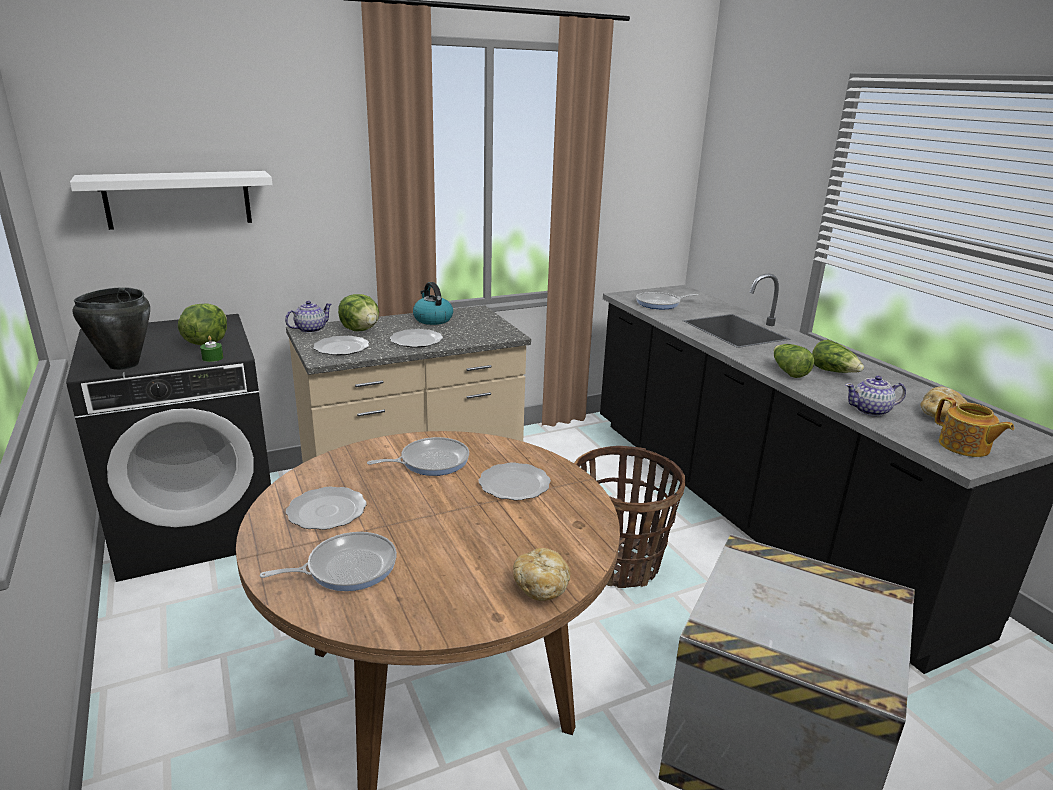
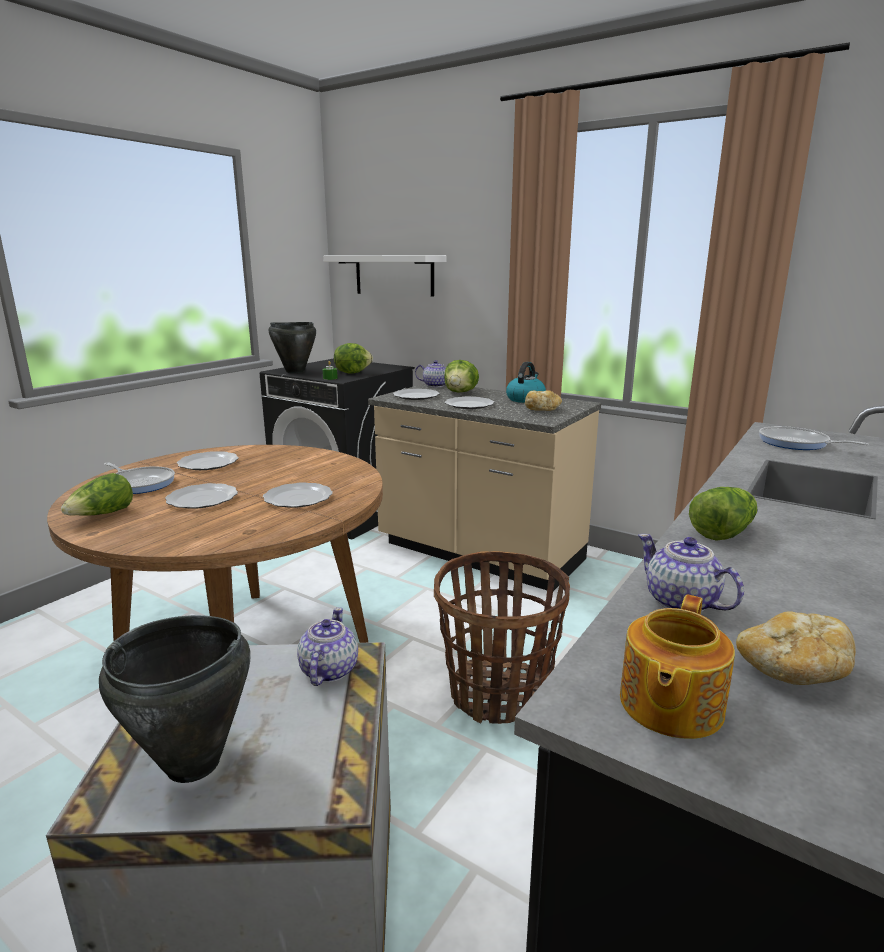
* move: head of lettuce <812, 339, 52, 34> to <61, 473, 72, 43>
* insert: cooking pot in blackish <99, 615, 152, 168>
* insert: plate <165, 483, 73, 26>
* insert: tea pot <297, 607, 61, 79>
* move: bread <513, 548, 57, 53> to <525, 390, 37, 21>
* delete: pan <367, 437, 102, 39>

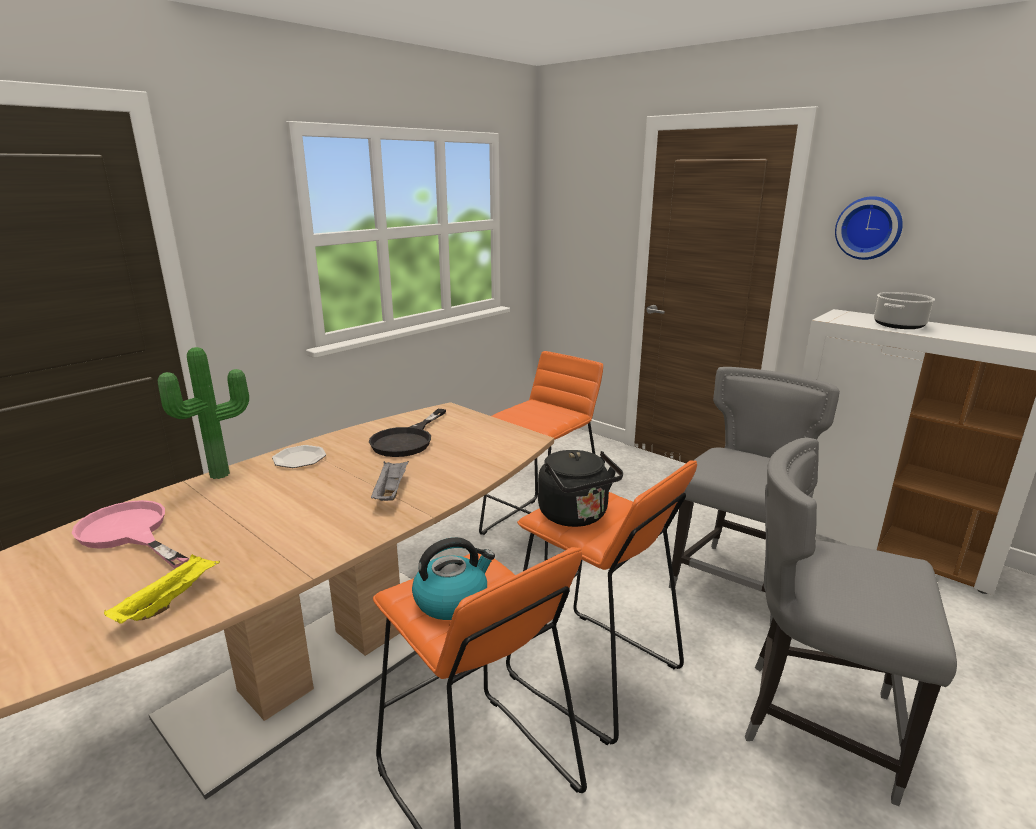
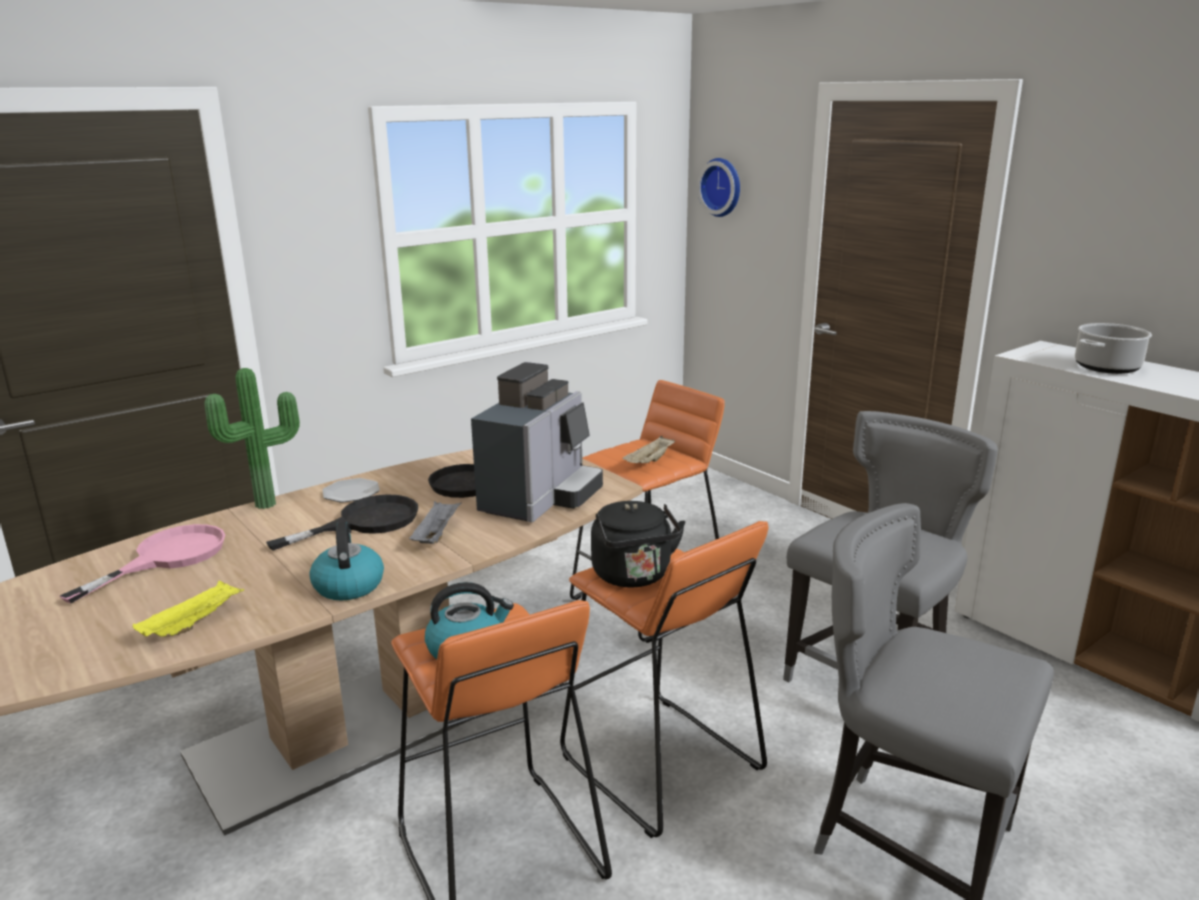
* rotate: pan in pinkish <72, 500, 117, 69> = <60, 524, 165, 79> 75 degrees clockwise
* insert: pan in blackish <266, 494, 152, 57>
* insert: kettle <309, 522, 75, 78>
* insert: coffee maker <471, 362, 132, 160>
* insert: tray in sand-coloured <622, 436, 53, 27>
* move: wall clock <835, 196, 68, 64> to <697, 158, 43, 59>

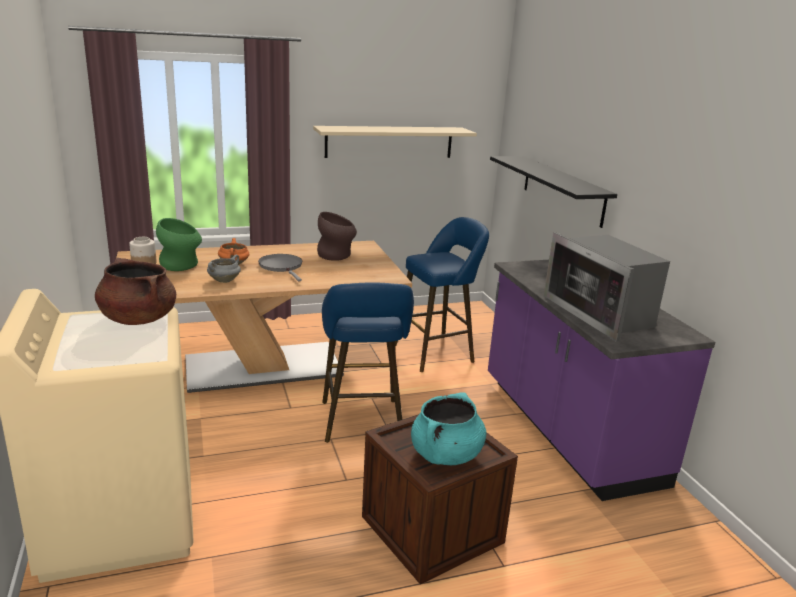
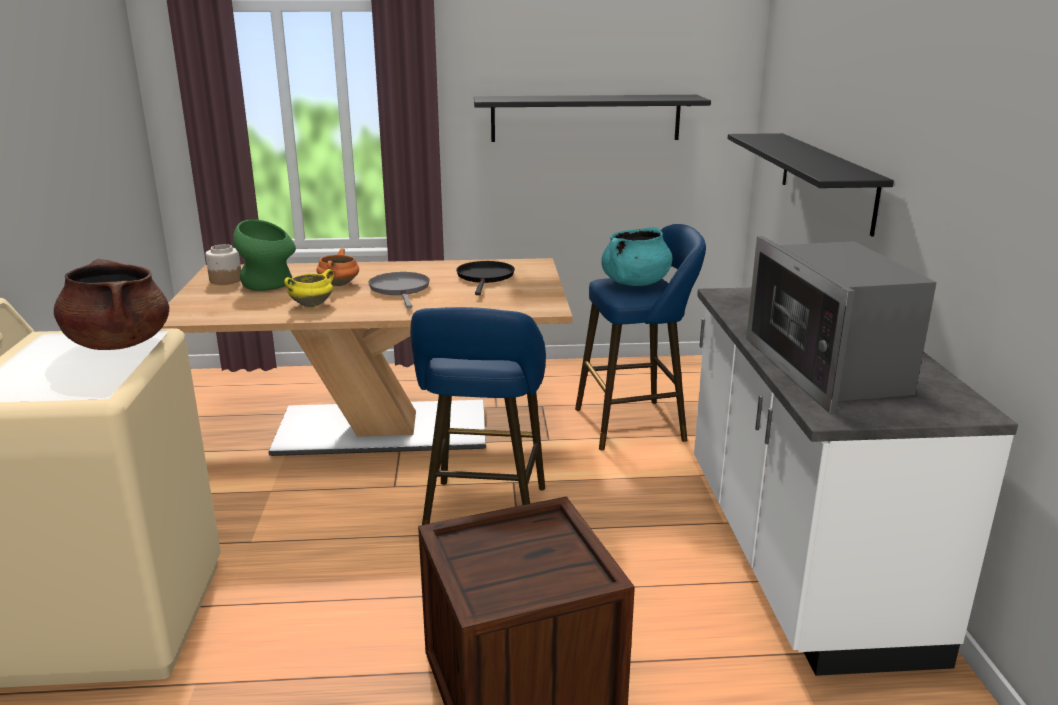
* recolor: cooking pot in gray <207, 255, 34, 28> to cooking pot in yellow <284, 269, 50, 38>
* replace: decorative vase in brown-coloured <317, 212, 40, 49> to pan in blackish <456, 261, 59, 34>
* recolor: shelf in sand-coloured <313, 126, 164, 32> to shelf in blackish <474, 95, 237, 47>
* move: cooking pot in blue-green <411, 392, 75, 73> to <601, 227, 72, 59>
* recolor: kitchen base unit in purplish <488, 260, 227, 241> to kitchen base unit in whitish <694, 288, 324, 388>

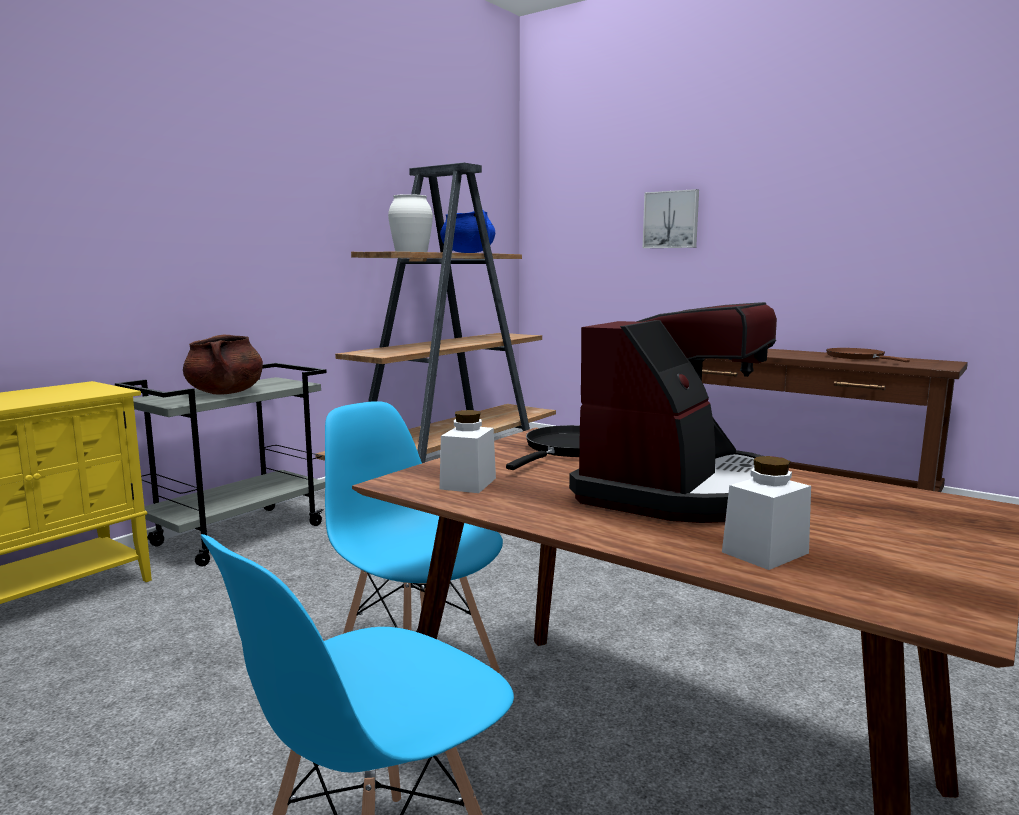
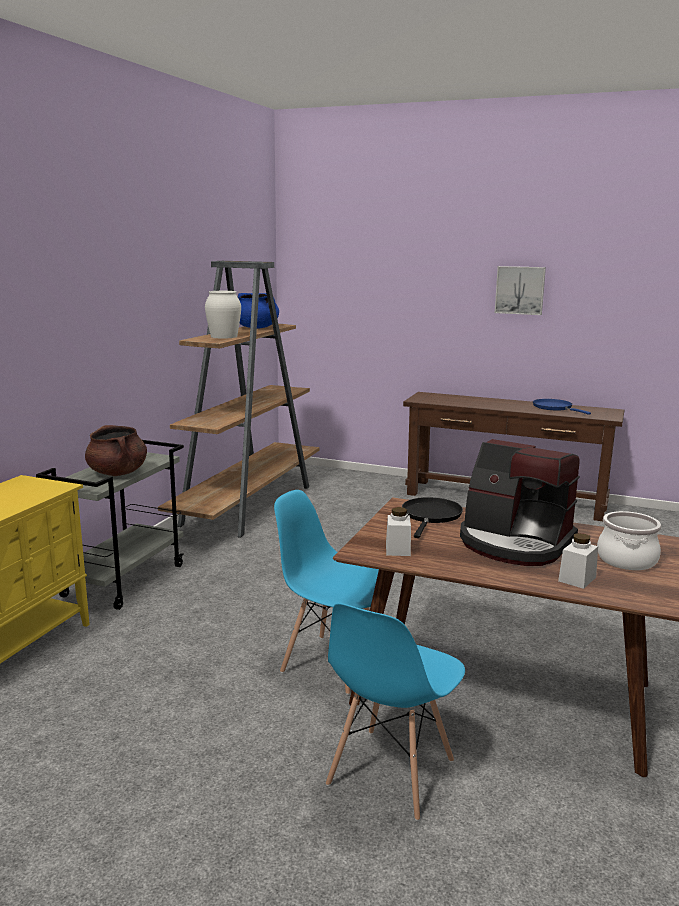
* rotate: coffee maker <569, 302, 220, 221> = <460, 439, 120, 127> 105 degrees clockwise
* move: wall picture <643, 189, 56, 59> to <495, 266, 51, 49>
* recolor: pan in brown-coloured <826, 348, 84, 14> to pan in blue-coloured <533, 399, 58, 16>
* insert: cooking pot <597, 511, 64, 59>

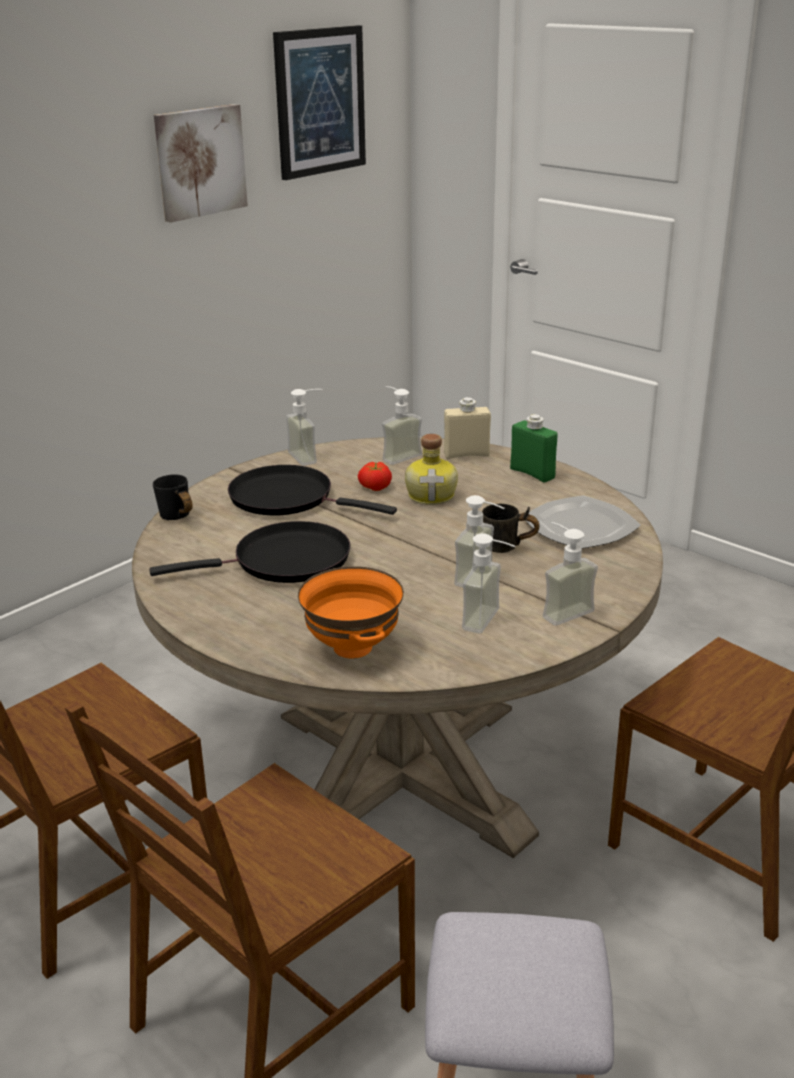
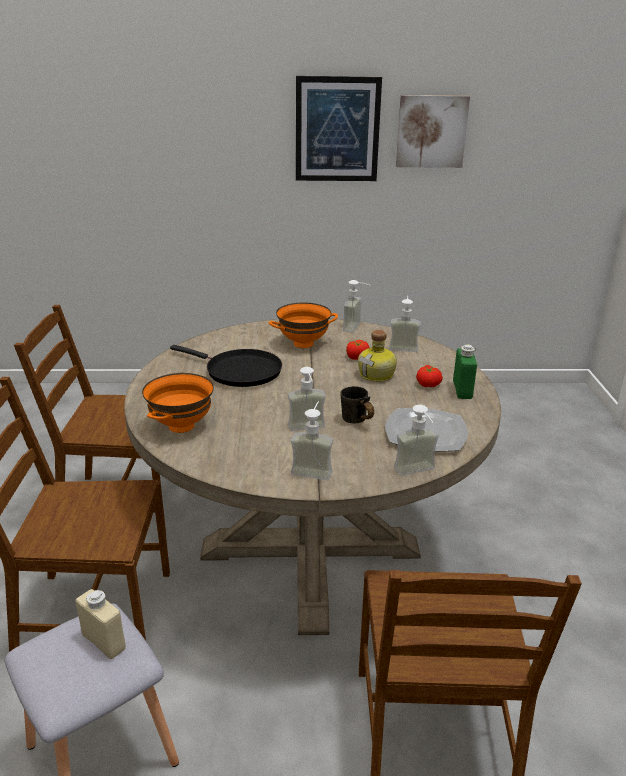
* move: beverage bottle in sand-coloured <444, 397, 47, 62> to <76, 589, 50, 70>
* replace: pan in blackish <228, 465, 169, 51> to bowl in orange-coloured <269, 302, 69, 46>
* move: wall picture <273, 25, 93, 155> to <296, 76, 86, 105>
* move: soap bottle <462, 533, 54, 100> to <394, 405, 45, 71>
* insert: tomato <416, 365, 27, 22>
* delete: mug in blackish <153, 474, 39, 46>

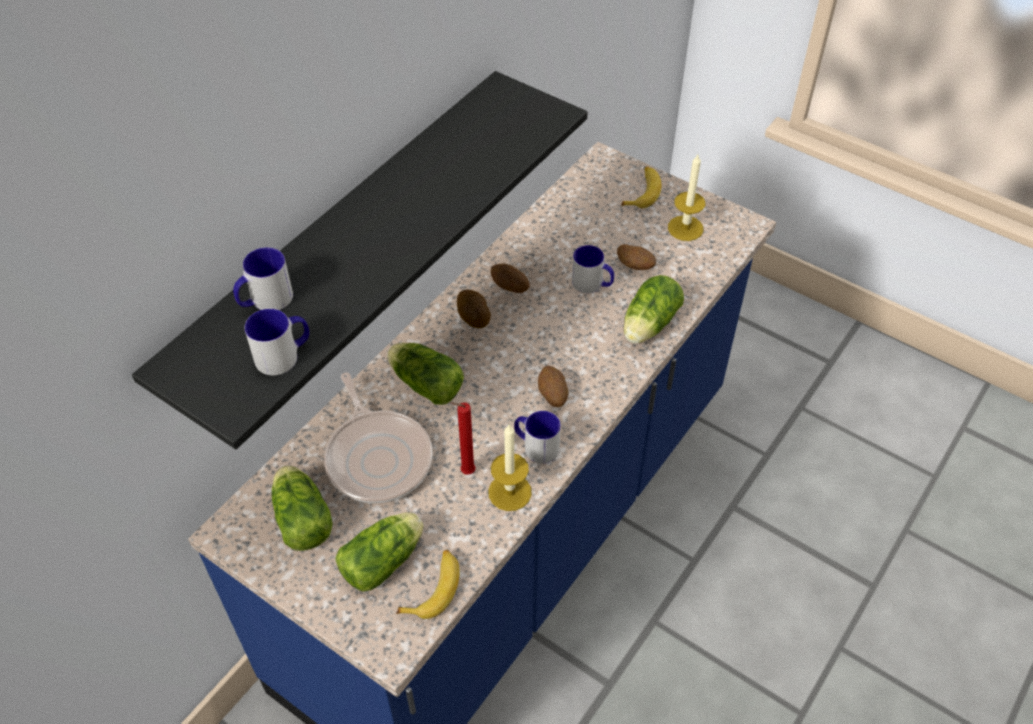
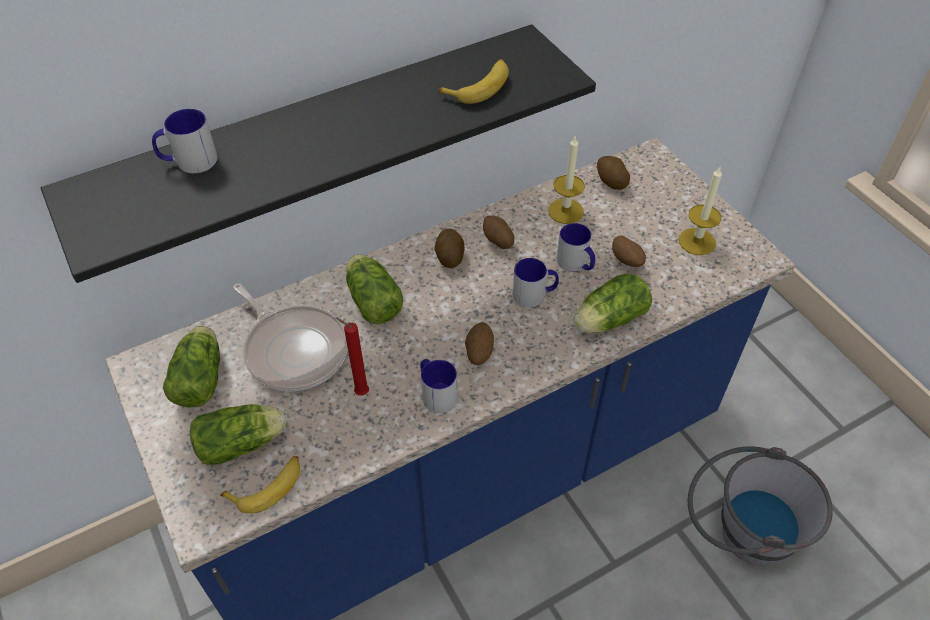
* rotate: pan <324, 372, 109, 131> = <233, 283, 115, 109> 45 degrees counterclockwise
* move: banana fruit <621, 166, 40, 42> to <438, 59, 71, 45>
* move: mug <245, 309, 64, 66> to <513, 258, 46, 50>
* move: candle <488, 425, 44, 86> to <548, 137, 37, 87>
* insert: whole potato <597, 156, 33, 34>
* insert: pail in gray <688, 446, 145, 119>

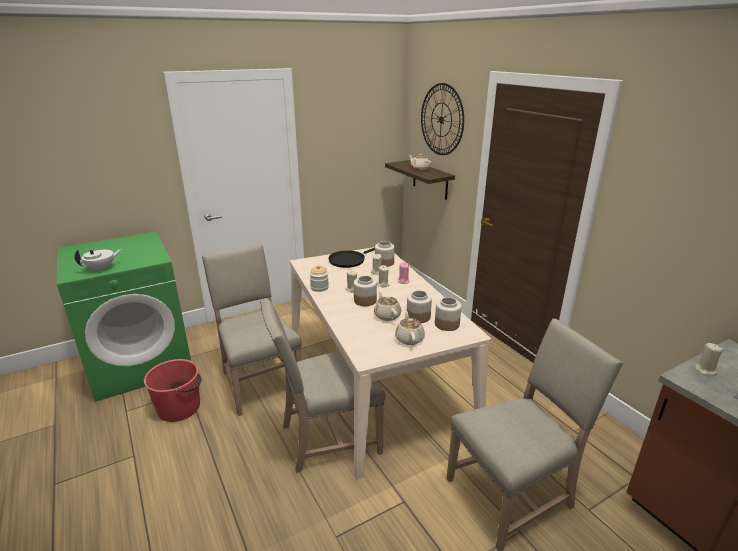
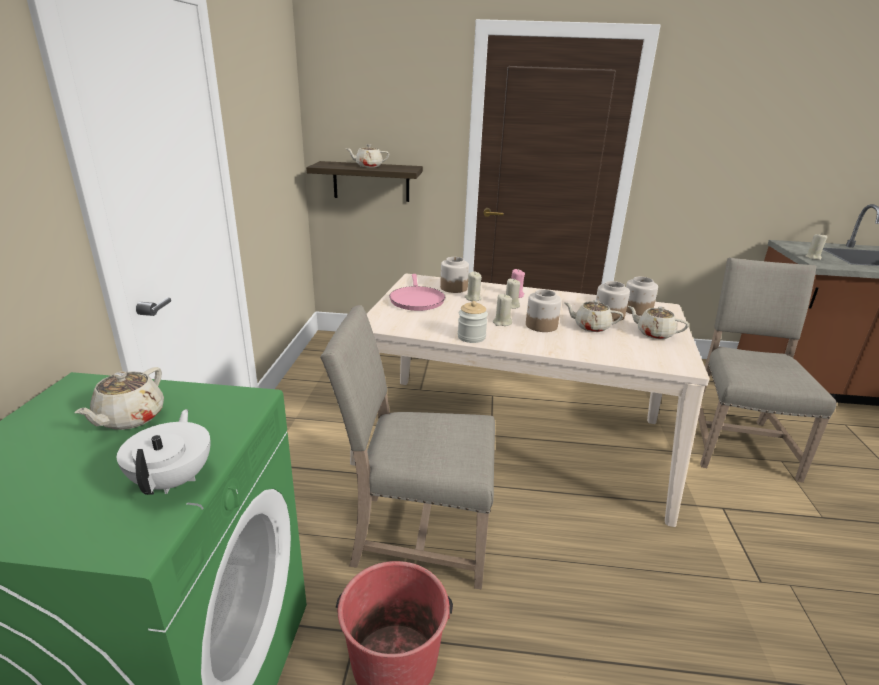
* insert: tea pot in sand-coloured <74, 367, 90, 63>
* recolor: pan in blackish <328, 248, 47, 20> to pan in pinkish <389, 274, 56, 37>
* delete: upright chair in sand-coloured <260, 298, 125, 175>
* delete: wall clock <421, 83, 43, 72>

